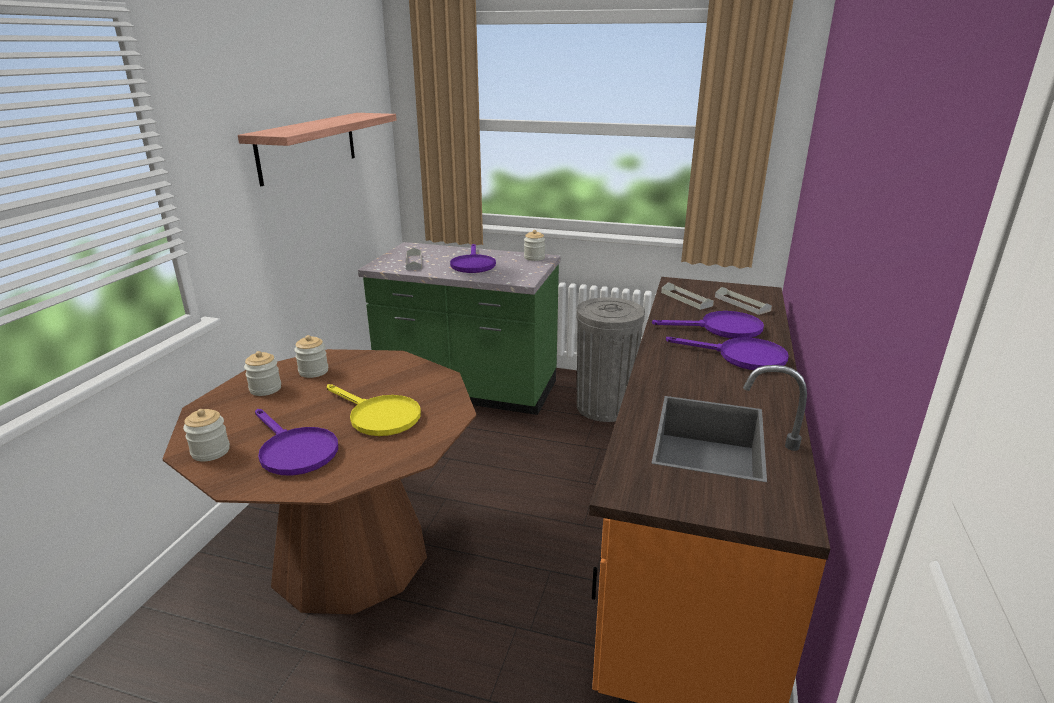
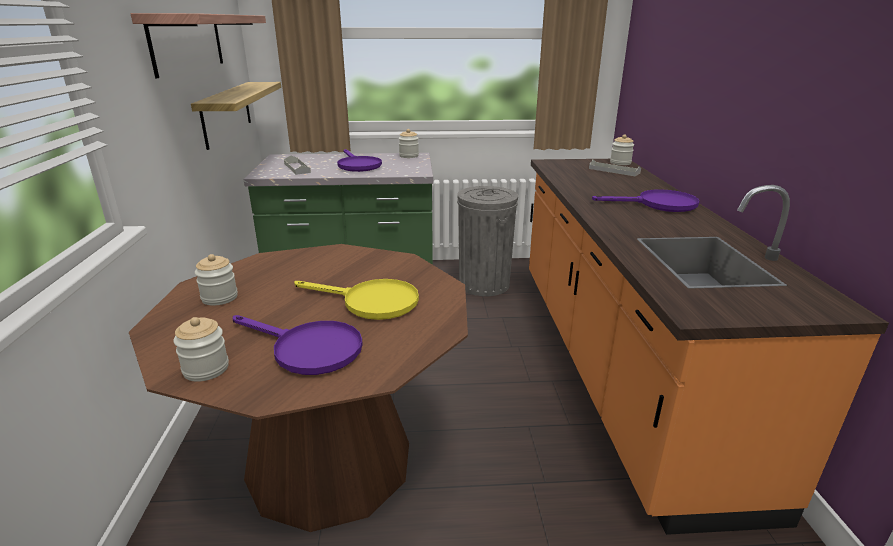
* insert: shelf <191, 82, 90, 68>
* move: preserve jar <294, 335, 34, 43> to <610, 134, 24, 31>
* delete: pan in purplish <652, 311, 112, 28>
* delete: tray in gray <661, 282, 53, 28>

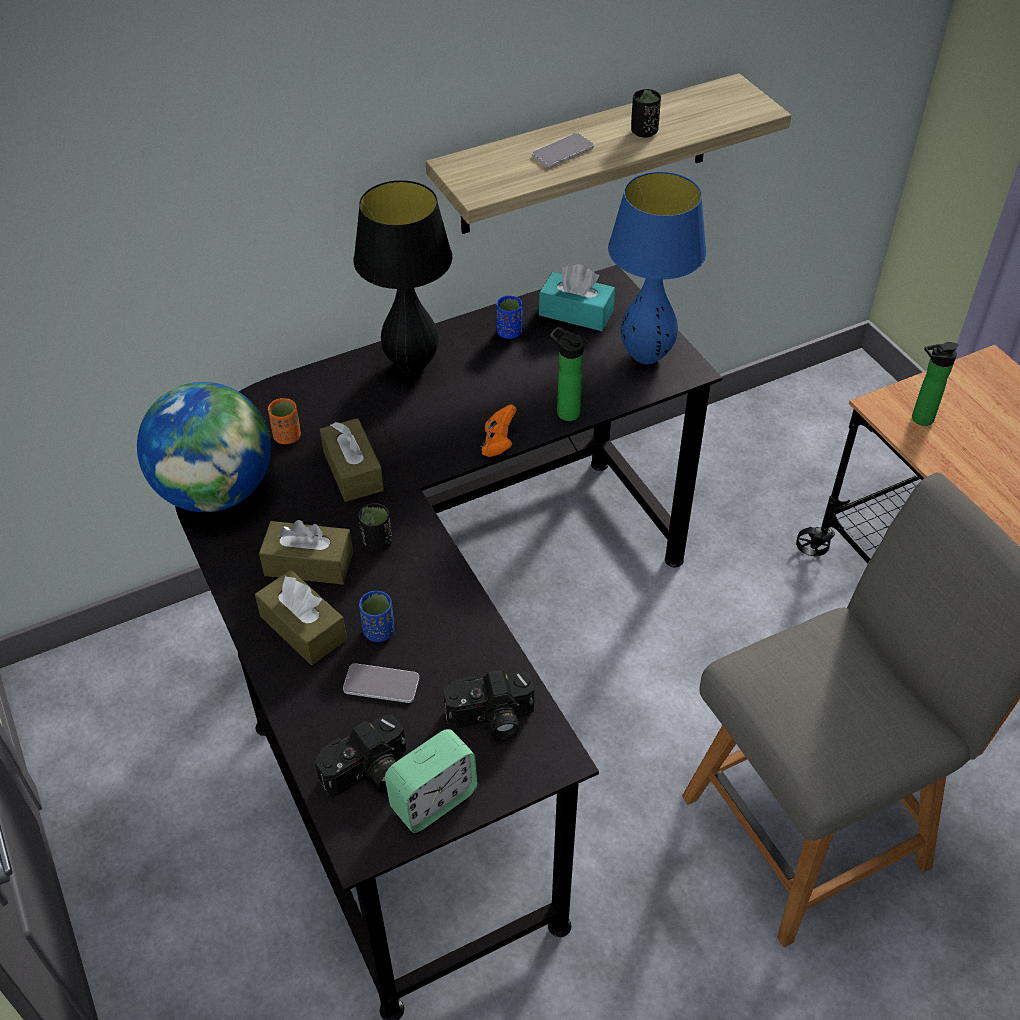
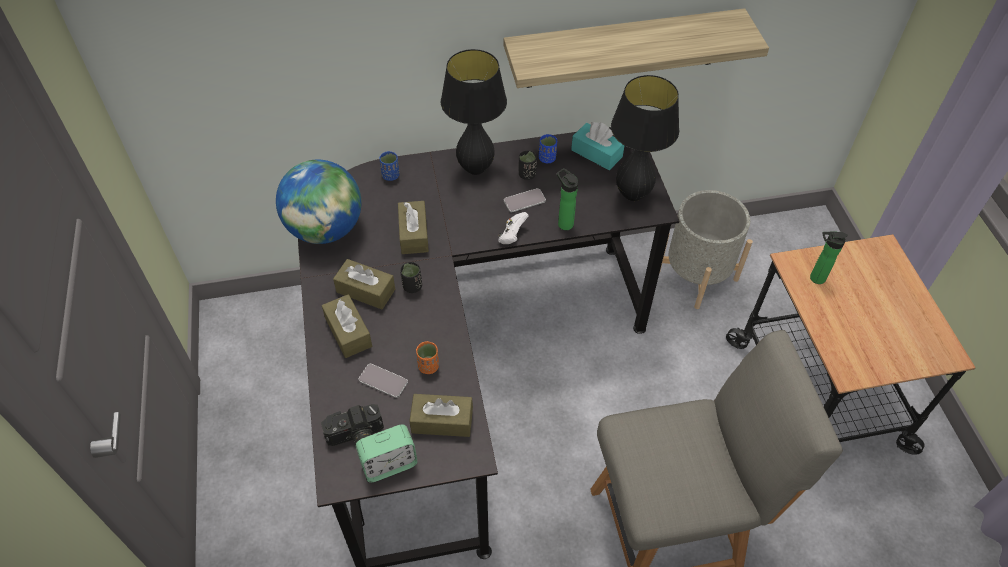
* move: drinking cup in blue-coloured <359, 591, 35, 51> to <379, 151, 20, 30>
* replace: photo camera <443, 670, 91, 69> to tissue box in brown-coloured <409, 394, 64, 43>
* move: drinking cup in orange-coloured <268, 398, 33, 46> to <416, 341, 23, 33>
* recolor: joypad in orange-coloured <480, 405, 37, 52> to joypad in whitish <498, 212, 31, 32>
* move: phone <532, 133, 62, 34> to <504, 188, 42, 24>
* move: drinking cup in blackish <631, 89, 30, 49> to <519, 151, 18, 29>
* recolor: lamp for a table in blue-coloured <608, 172, 99, 192> to lamp for a table in blackish <611, 75, 68, 126>
* insert: planter in gray <660, 190, 93, 119>

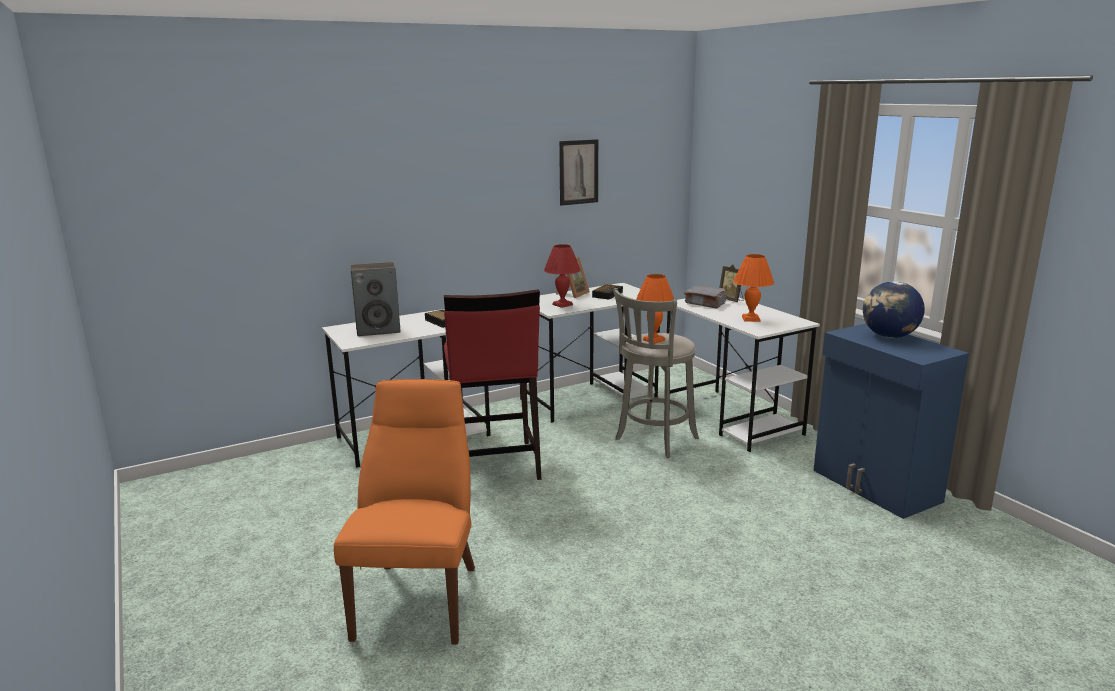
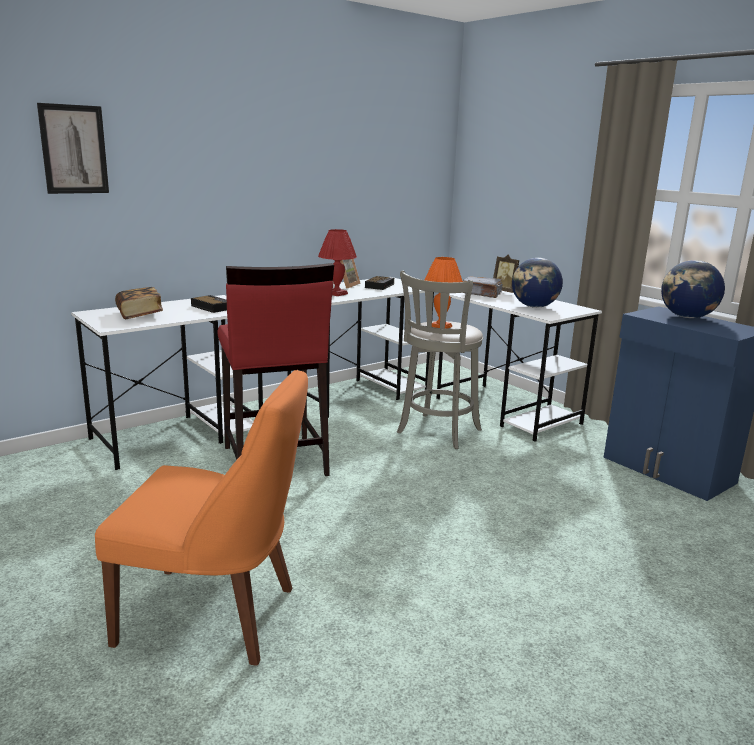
* move: wall picture <559, 139, 39, 67> to <37, 103, 72, 91>
* rotate: upright chair in orange-coloured <334, 379, 141, 266> = <95, 370, 213, 295> 105 degrees clockwise
* replace: audio speaker <351, 262, 50, 74> to bound book <115, 287, 48, 32>
* replace: lamp for a table in orange-coloured <733, 254, 41, 68> to desk globe <512, 258, 51, 50>

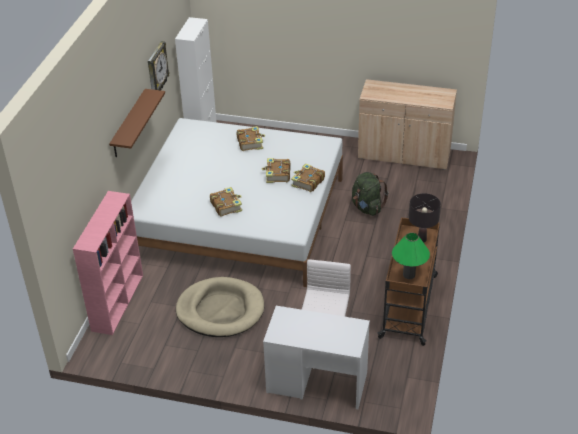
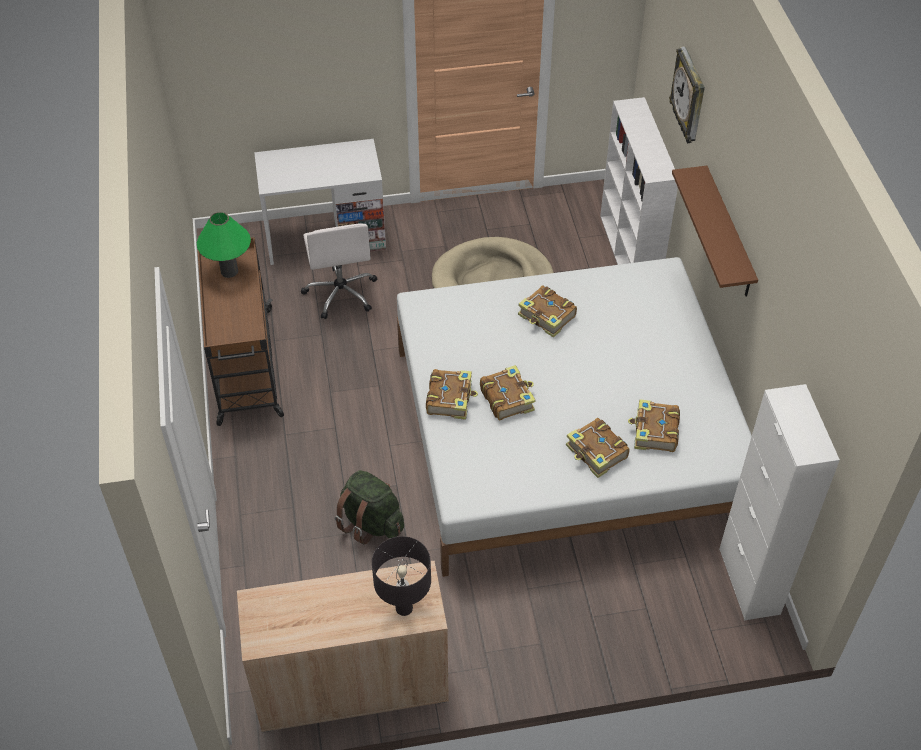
* move: lamp for a table in blackish <409, 193, 32, 50> to <372, 536, 59, 80>
* recolor: bookcase in pinkish <73, 191, 70, 144> to bookcase in whitish <600, 97, 78, 168>
* insert: bound book <628, 399, 52, 53>
* move: wall clock <148, 41, 22, 49> to <669, 46, 36, 97>

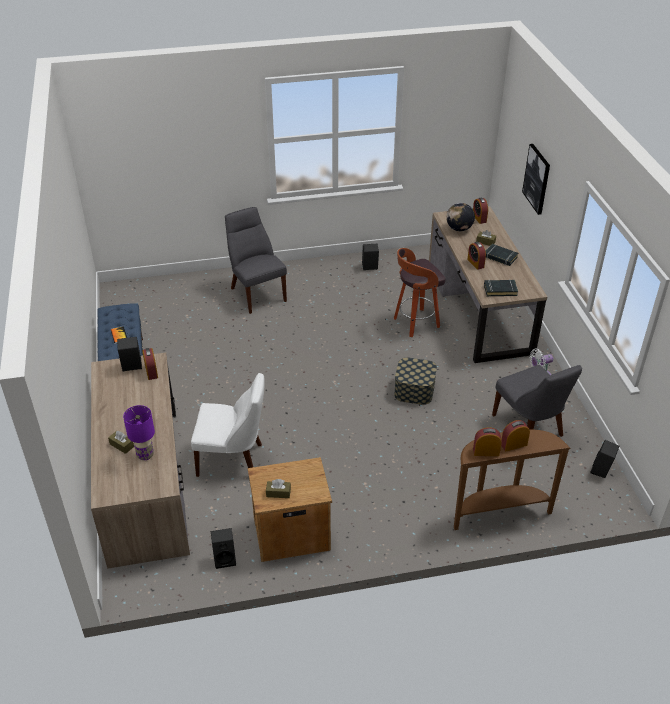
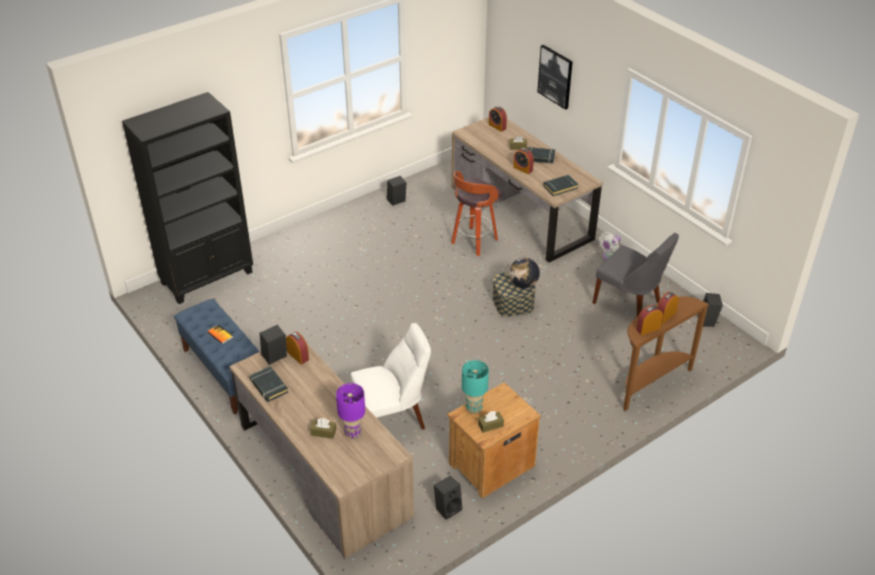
* insert: bookcase in blackish <122, 92, 131, 212>
* insert: bound book in blackish <250, 366, 38, 36>
* insert: lamp for a table in blue-green <462, 360, 27, 54>
* move: desk globe <446, 203, 29, 28> to <509, 258, 31, 30>
* delete: upright chair in gray <225, 207, 62, 107>

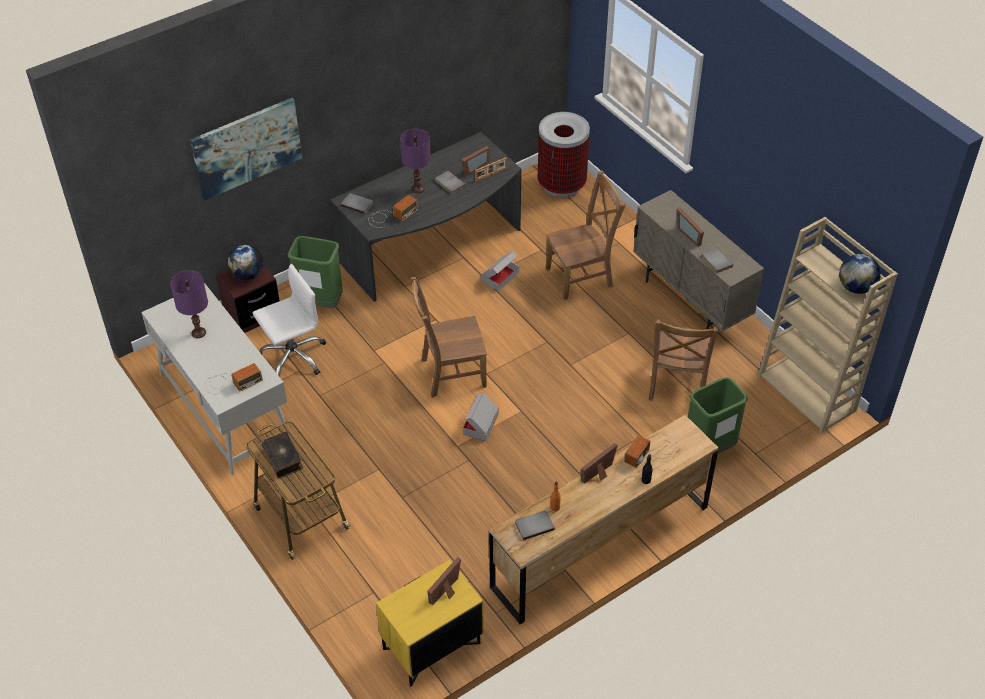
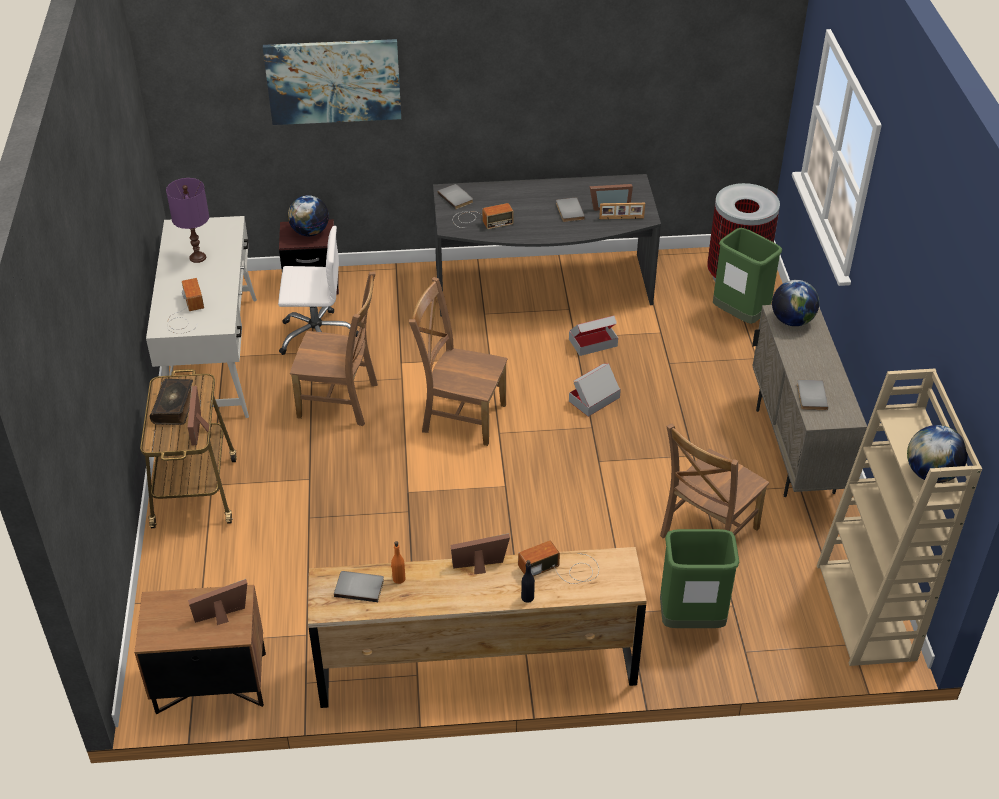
* recolor: night table in yellow <376, 560, 108, 127> to night table in brown-coloured <134, 585, 132, 130>
* rotate: radio set <205, 363, 58, 32> = <167, 278, 37, 56> 105 degrees counterclockwise
* move: photo frame <677, 207, 27, 40> to <188, 386, 21, 59>
* move: upright chair in brown-coloured <546, 170, 80, 130> to <290, 272, 88, 154>
* move: cardboard box <463, 392, 36, 49> to <569, 364, 52, 53>
* move: waste bin in green-coloured <288, 236, 55, 72> to <713, 228, 69, 96>
* insert: desk globe <772, 280, 47, 46>
* delete: lamp for a table in purplish <400, 129, 31, 65>

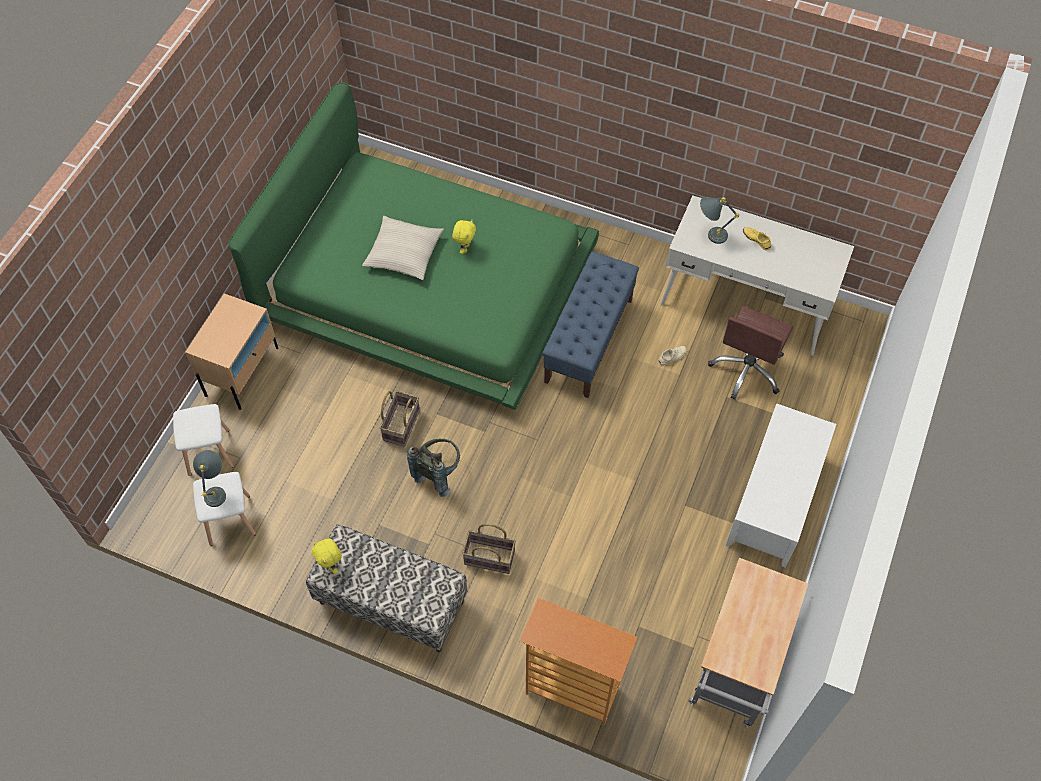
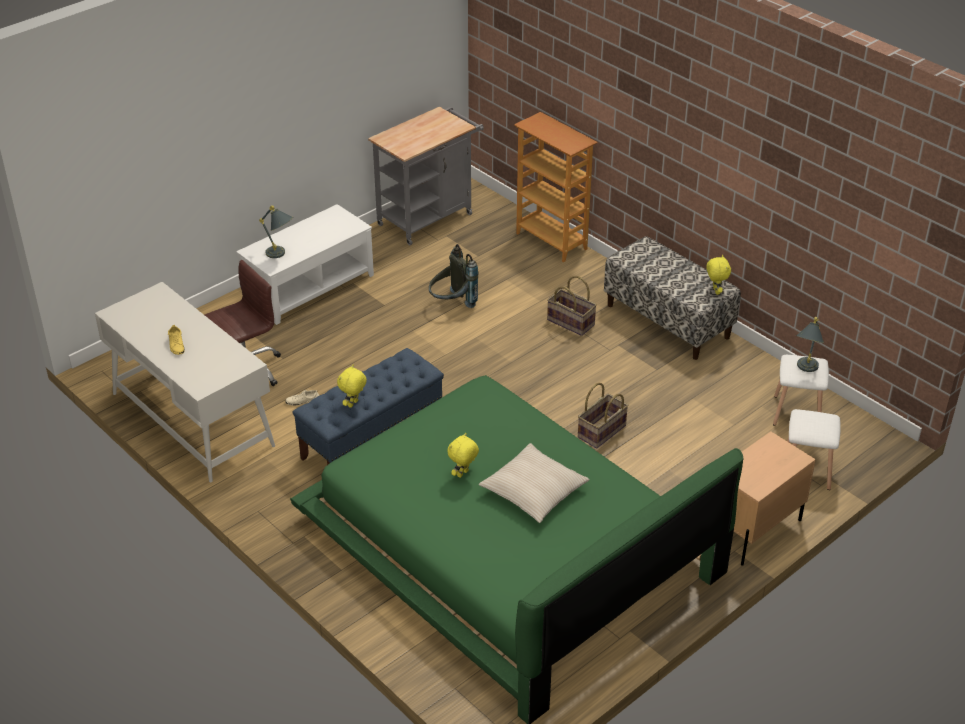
* move: lamp for a table in gray <700, 197, 39, 47> to <259, 205, 34, 53>
* insert: cuddly toy in yellow <337, 365, 30, 43>
* move: backpack in gray <407, 439, 53, 58> to <429, 244, 49, 64>

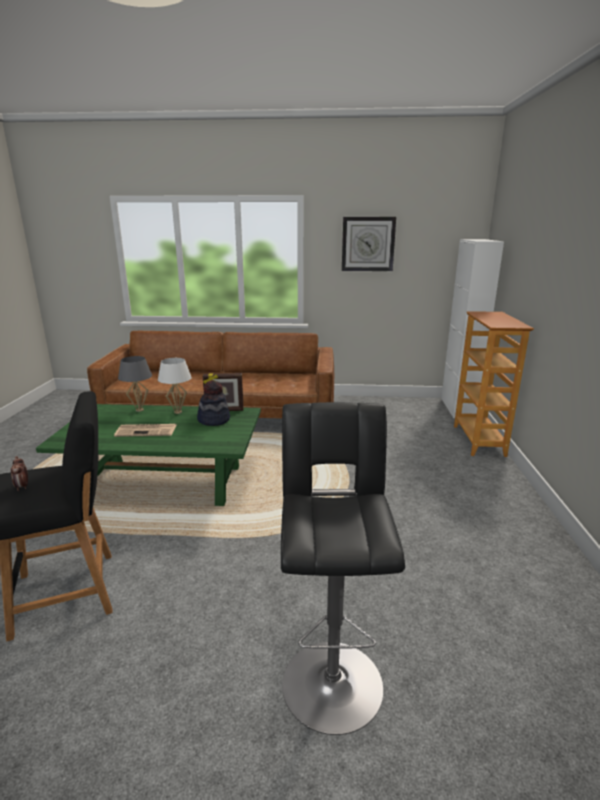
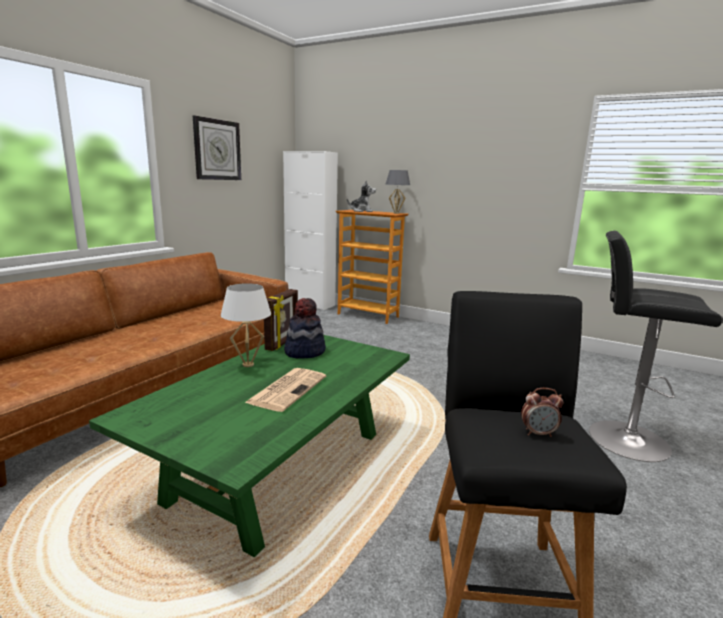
* insert: cuddly toy <347, 181, 29, 31>
* move: lamp for a table in gray <118, 356, 34, 56> to <385, 170, 25, 44>

